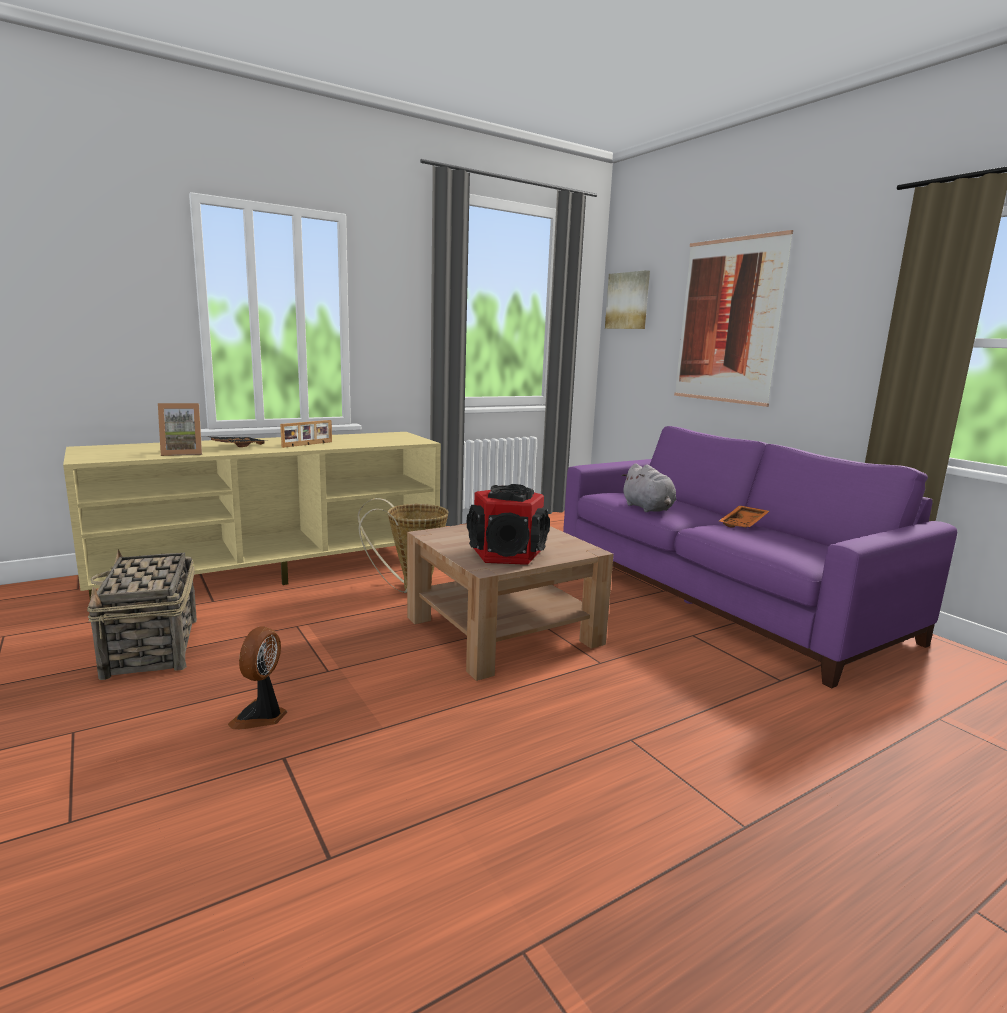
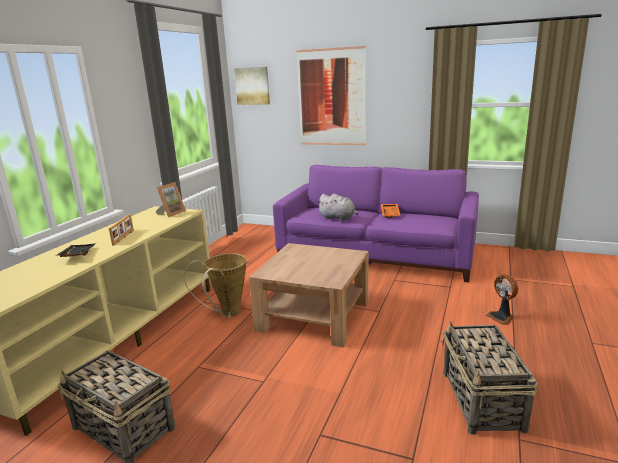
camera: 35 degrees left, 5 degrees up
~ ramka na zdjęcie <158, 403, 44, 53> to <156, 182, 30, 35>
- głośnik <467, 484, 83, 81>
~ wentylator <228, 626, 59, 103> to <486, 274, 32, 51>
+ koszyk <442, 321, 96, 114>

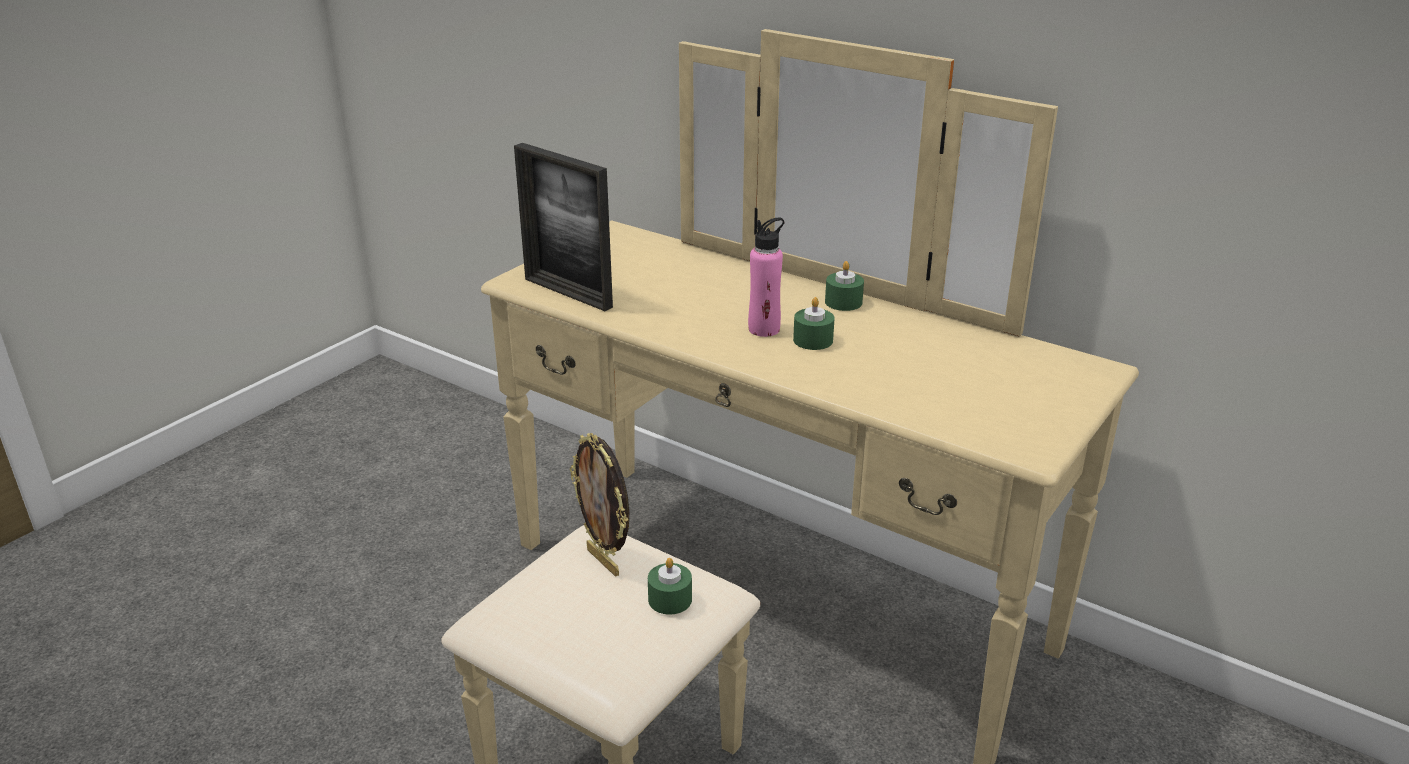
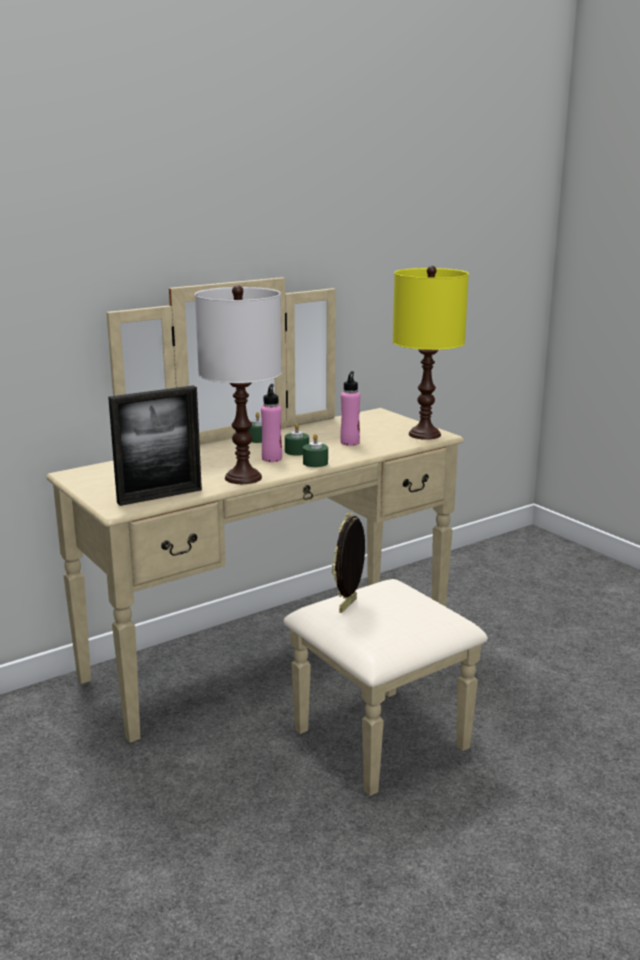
camera: 70 degrees left, 10 degrees down
~ ramka na zdjęcie <570, 433, 59, 144> = <332, 512, 33, 101> 135 degrees clockwise
~ świeca (zielony) <648, 558, 44, 57> to <303, 434, 25, 33>
+ lampa stołowa (żółty) <393, 266, 76, 174>
+ lampa stołowa (biały) <195, 285, 87, 199>
+ butelka (różowy) <340, 371, 20, 75>

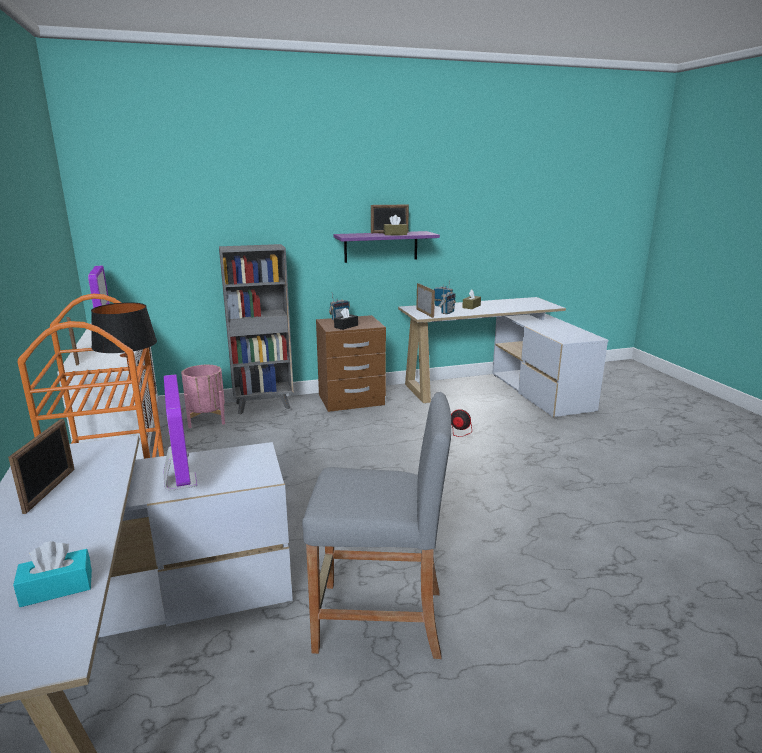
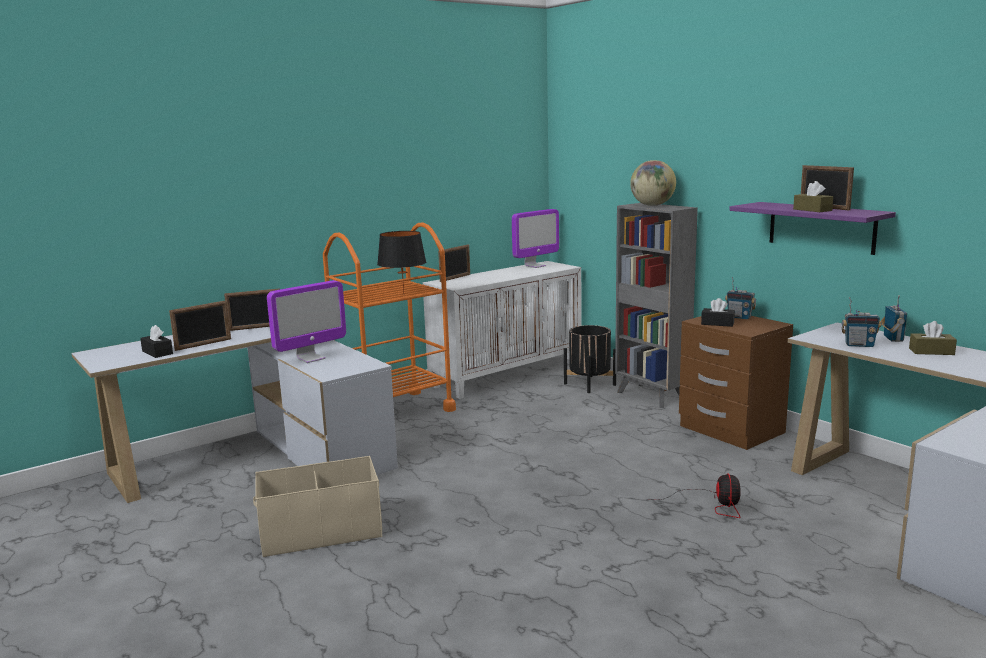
camera: 70 degrees right, 5 degrees down
~ ramka na zdjęcie <416, 283, 19, 35> to <169, 300, 62, 51>
~ donica (różowy) <181, 365, 44, 63> to donica (czarny) <564, 325, 52, 68>
~ stołek (szary) <302, 392, 149, 267> to pojemnik do przechowywania (beżowy) <253, 456, 129, 101>
~ pudełko chusteczek (turkusowy) <13, 541, 79, 66> to pudełko chusteczek (czarny) <140, 325, 33, 33>
+ globus <630, 160, 46, 46>

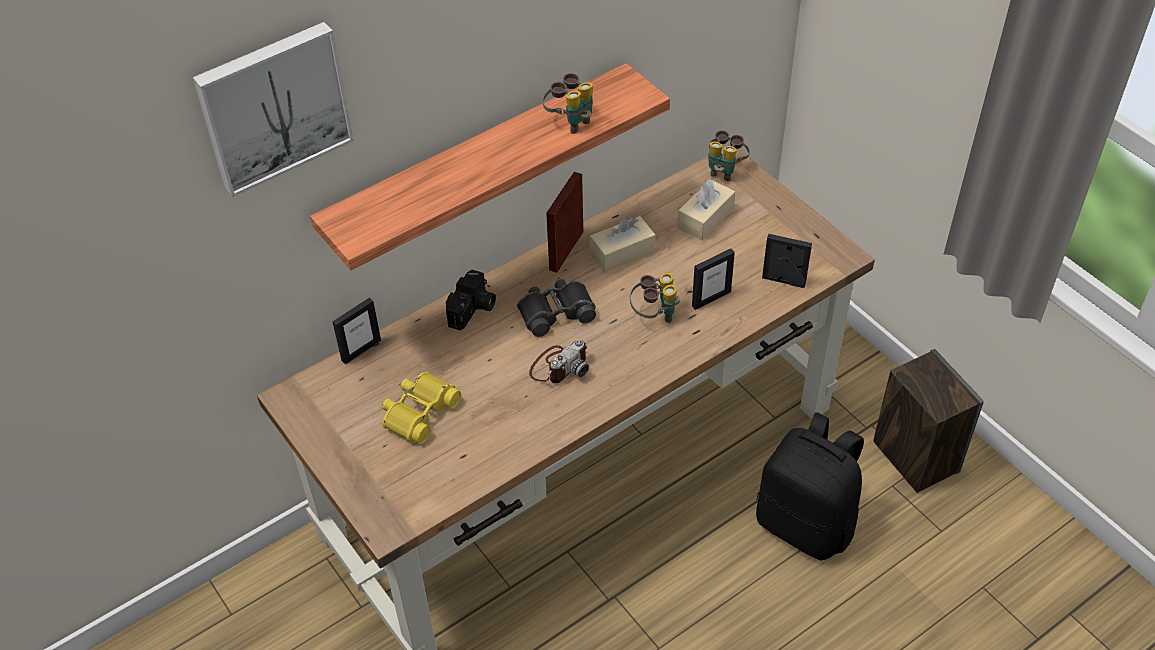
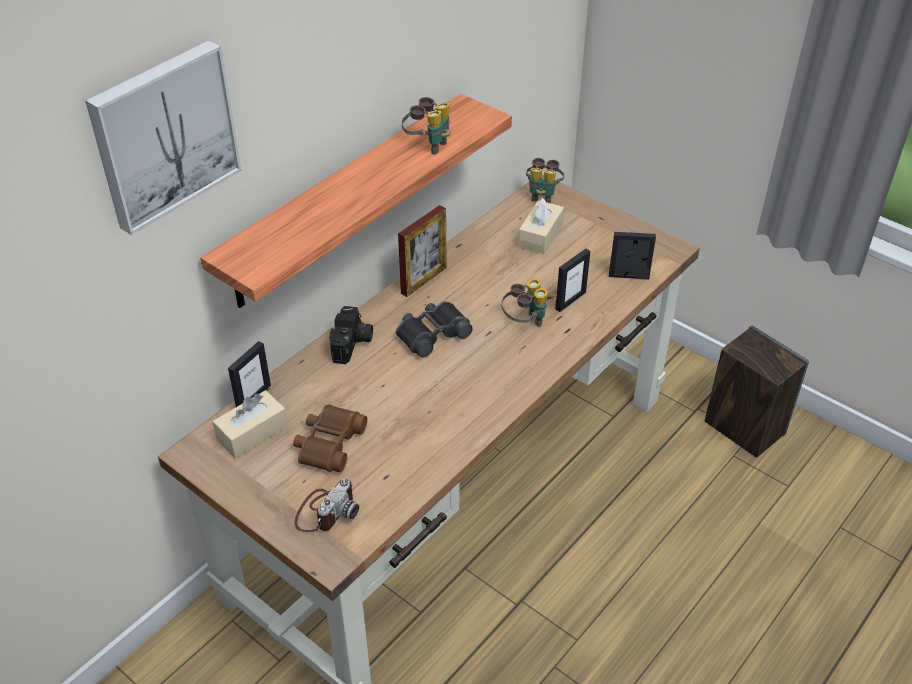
camera: 15 degrees left, 5 degrees down
~ ramka na zdjęcie <546, 172, 37, 101> = <398, 205, 49, 92> 150 degrees counterclockwise
~ pudełko chusteczek (beżowy) <590, 216, 65, 56> to <212, 390, 76, 68>
~ aparat fotograficzny <529, 340, 60, 43> to <295, 479, 64, 53>
~ lornetka (żółty) <382, 372, 79, 72> to lornetka (brązowy) <293, 405, 74, 67>
- plecak (czarny) <756, 412, 108, 148>

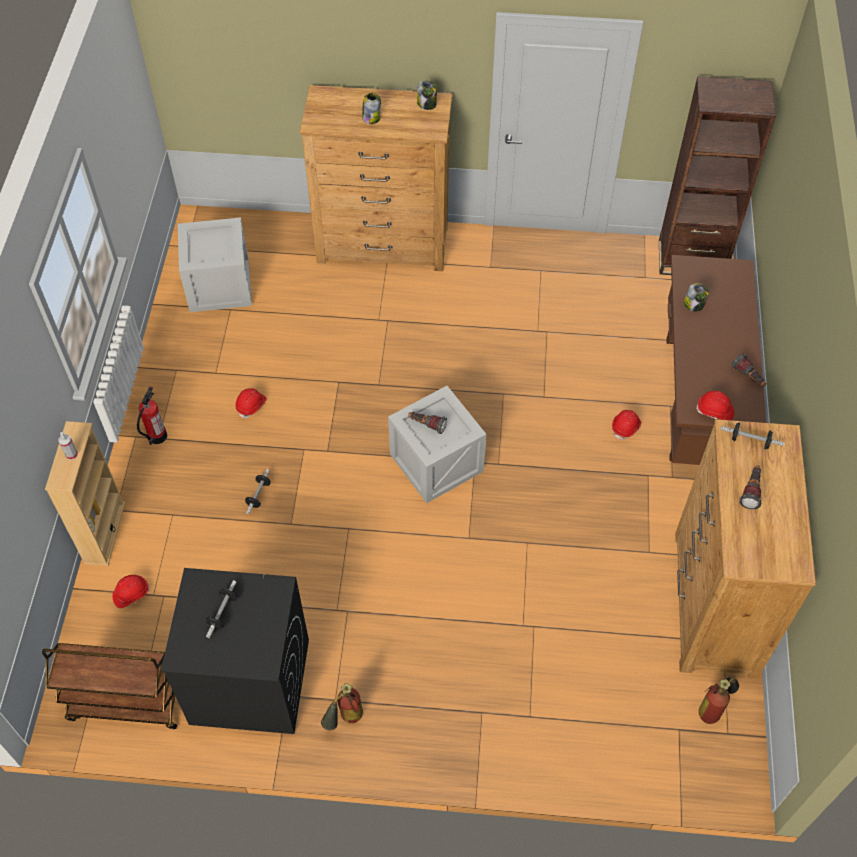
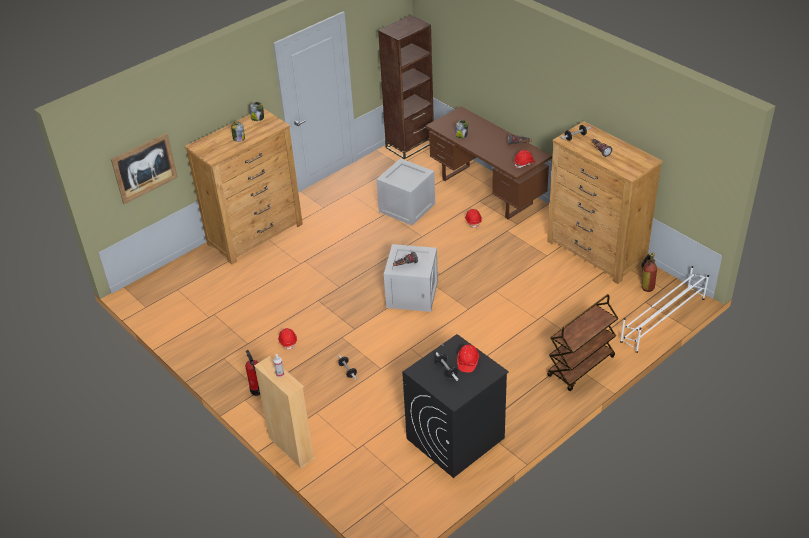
camera: 45 degrees left, 15 degrees down
~ skrzynka <178, 217, 74, 95> to <376, 158, 59, 67>
~ kask (czerwony) <112, 575, 37, 33> to <457, 345, 22, 28>
~ wózek (brązowy) <42, 643, 135, 86> to <547, 294, 71, 97>
- gaśnica <321, 683, 42, 48>
+ obraz <111, 133, 67, 71>
+ regał na buty (biały) <620, 266, 89, 87>

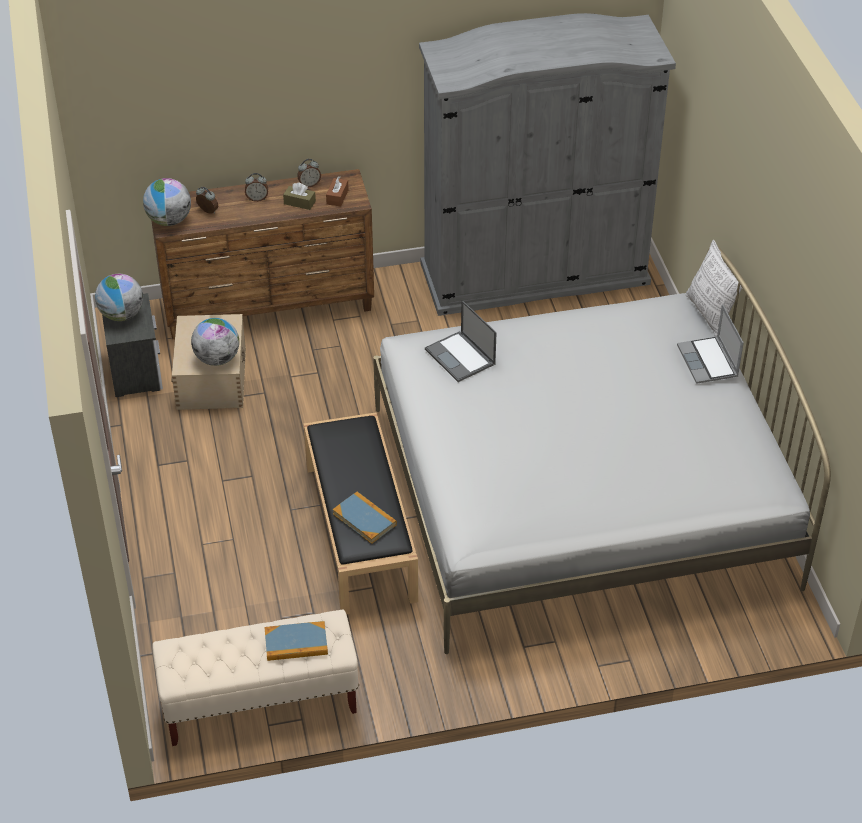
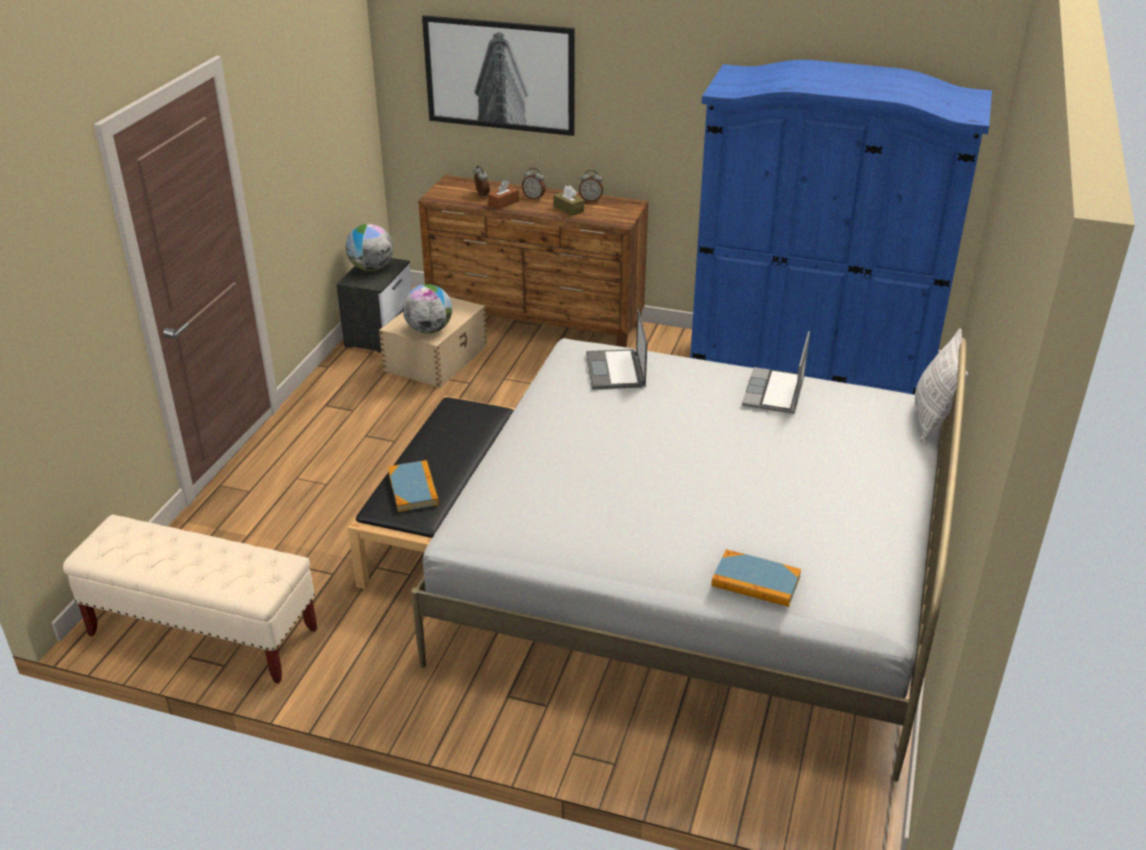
camera: 30 degrees right, 10 degrees down
~ szafa (szary) <419, 13, 257, 303> to szafa (niebieski) <690, 60, 302, 335>
~ pudełko chusteczek (brązowy) <326, 176, 23, 31> to <487, 180, 32, 30>
- globus <143, 178, 48, 48>
~ laptop <677, 304, 67, 80> to <742, 331, 68, 83>
~ książka <265, 621, 63, 40> to <711, 549, 90, 58>
+ obraz <422, 15, 153, 121>

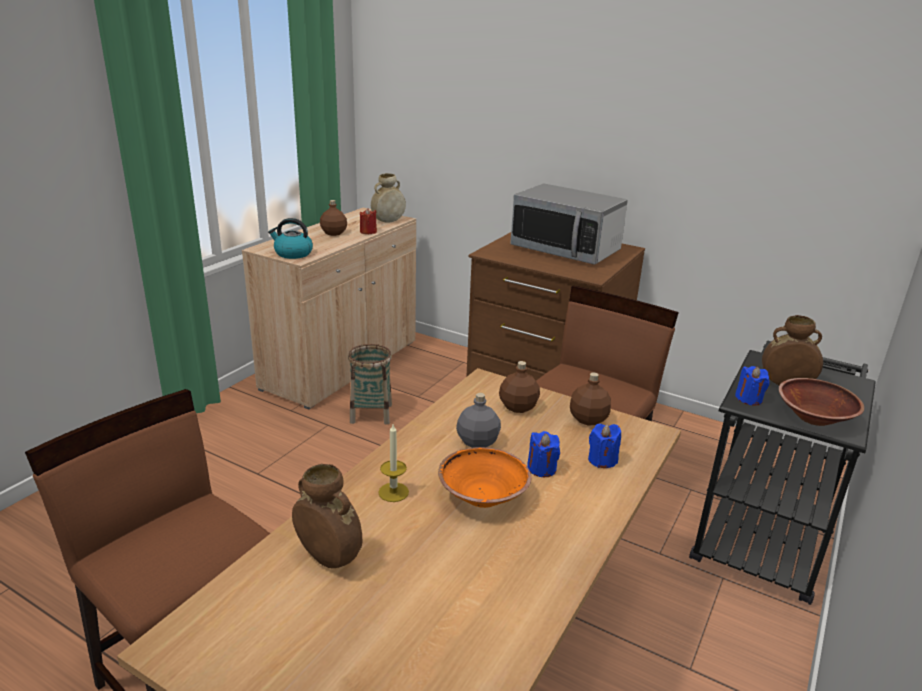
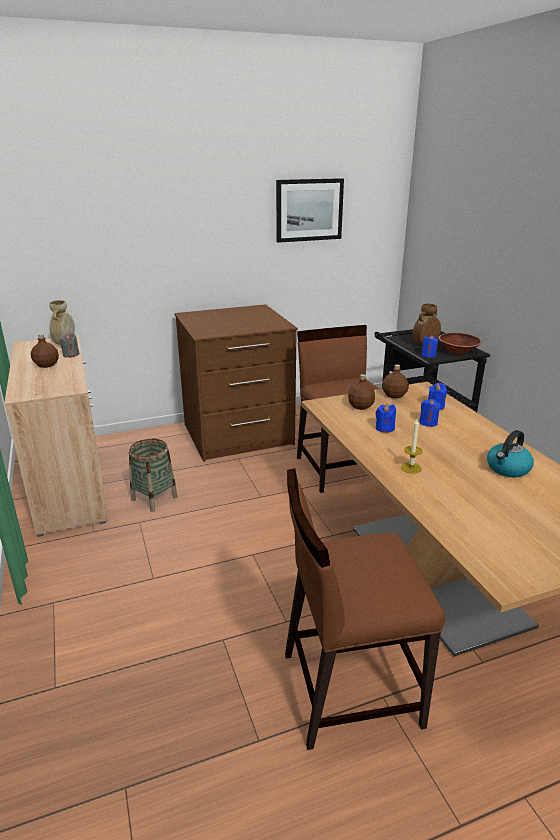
camera: 50 degrees left, 0 degrees up
- mikrofalówka <510, 183, 118, 82>
~ świeca (czerwony) <360, 208, 17, 26> to świeca (szary) <60, 333, 20, 25>
~ czajnik <268, 218, 45, 41> to <487, 430, 47, 48>
~ butelka (szary) <456, 393, 45, 55> to świeca (niebieski) <376, 404, 20, 29>
- miska (pomarańczowy) <438, 447, 93, 61>
- wazon (brązowy) <292, 464, 70, 104>
+ obraz <276, 178, 68, 65>

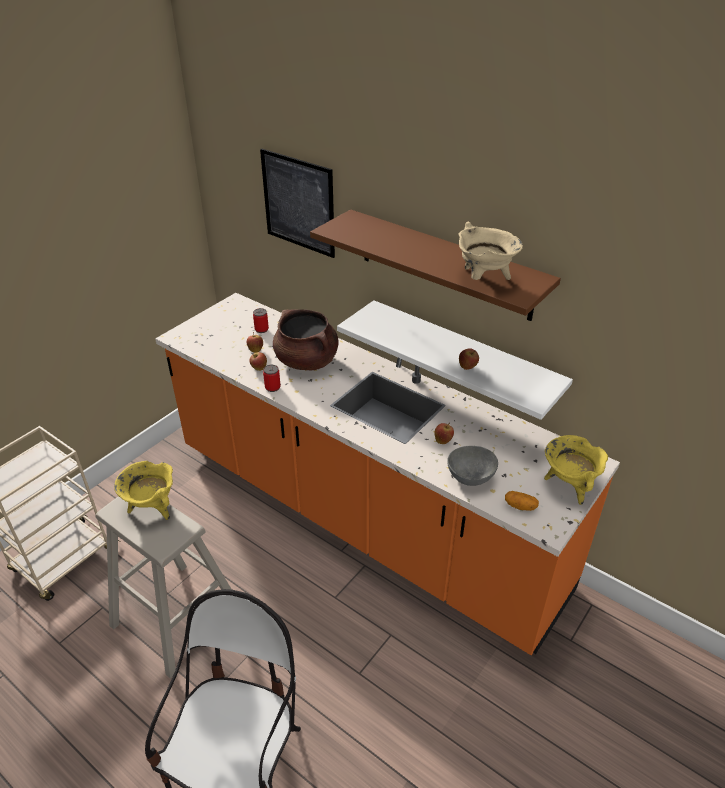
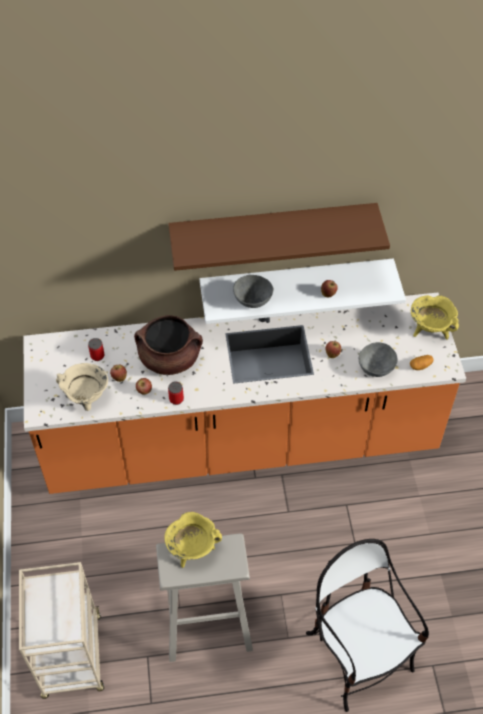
camera: 45 degrees left, 15 degrees up
- obraz <260, 148, 75, 110>
~ garnek (beżowy) <459, 222, 64, 58> to <56, 363, 52, 48>
+ miska (szary) <233, 275, 40, 33>

